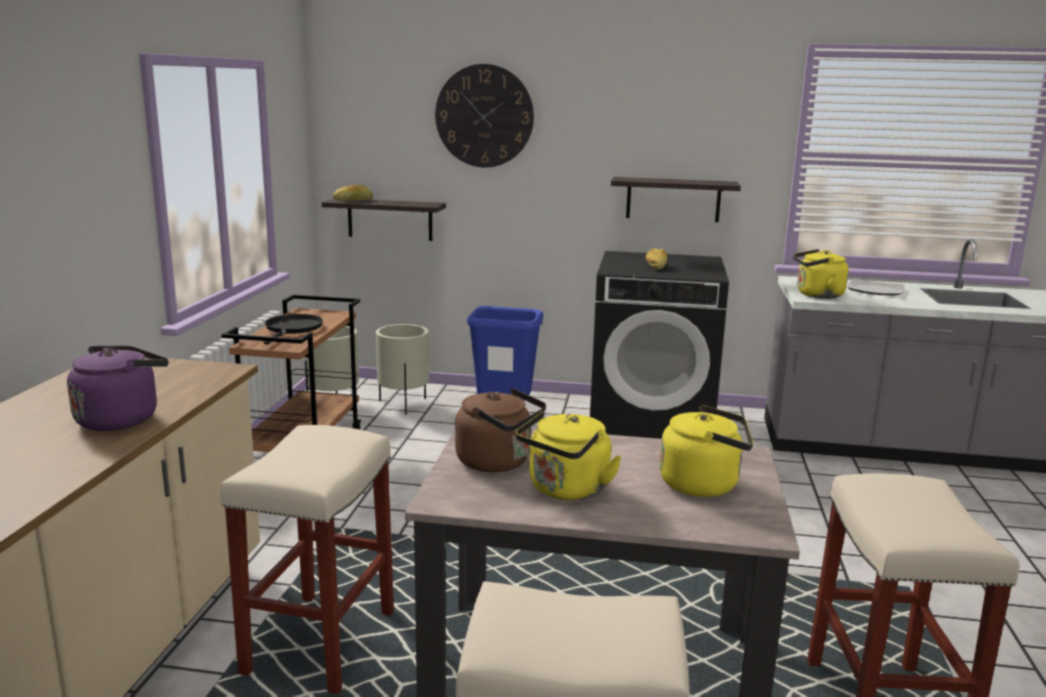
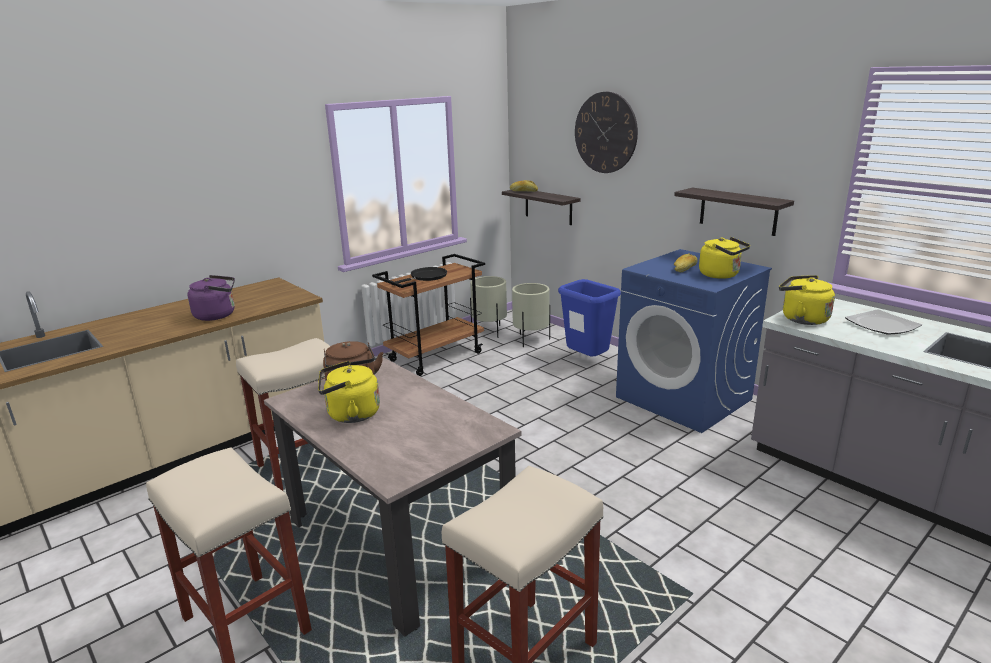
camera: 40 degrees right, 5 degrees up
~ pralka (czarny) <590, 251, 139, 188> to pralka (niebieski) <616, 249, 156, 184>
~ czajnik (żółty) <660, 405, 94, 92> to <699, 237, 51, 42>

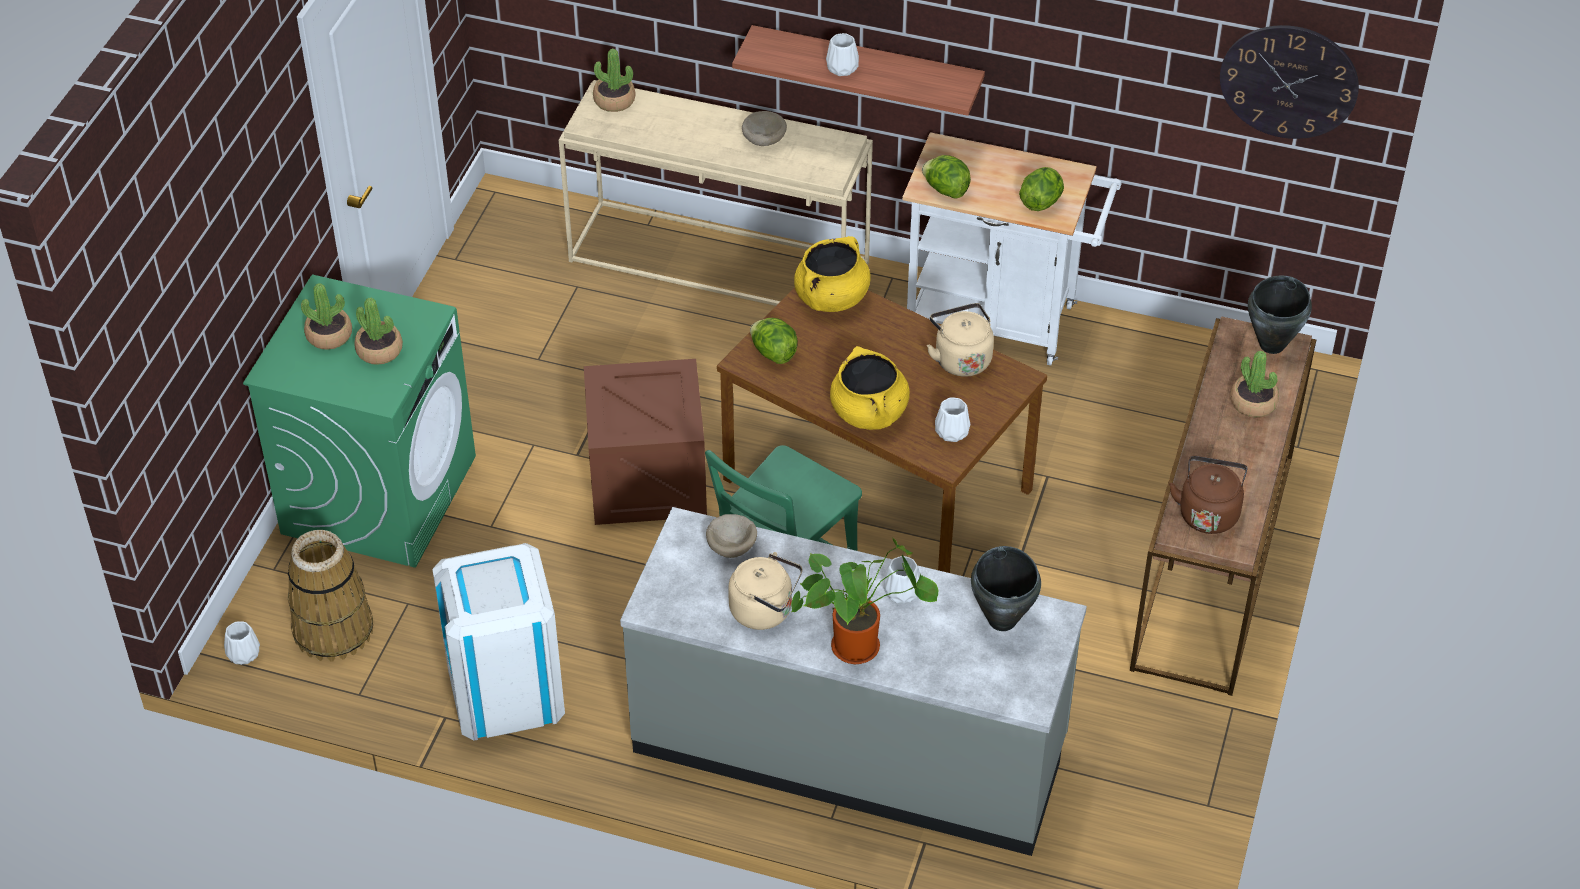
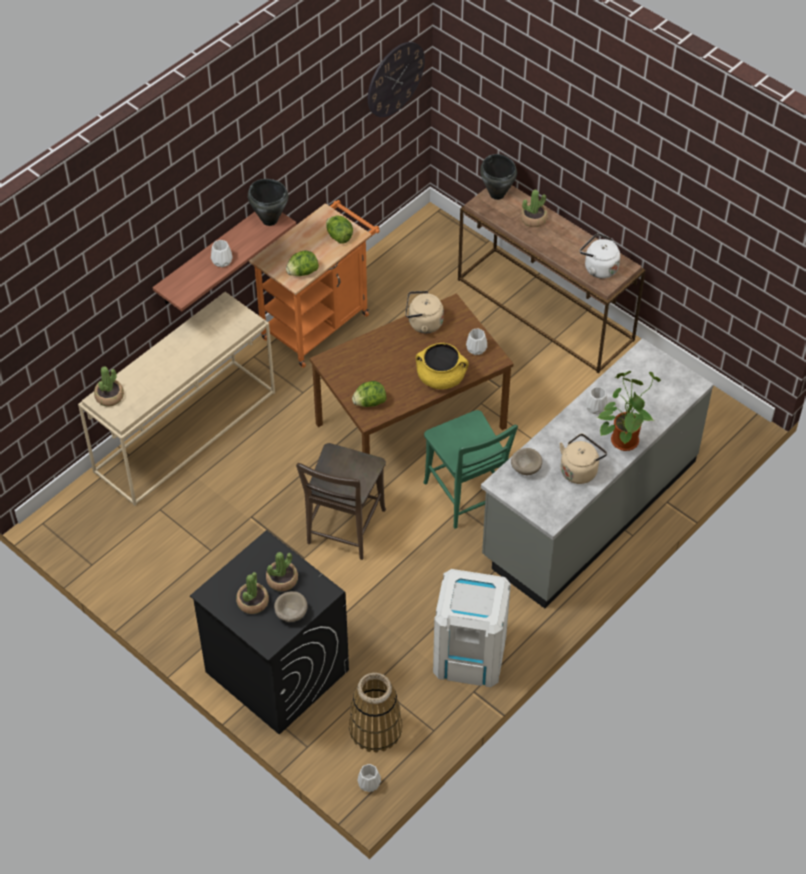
camera: 65 degrees left, 5 degrees up
~ miska (beżowy) <742, 111, 45, 35> to <274, 591, 33, 31>
~ wózek (biały) <902, 132, 219, 234> to wózek (pomarańczowy) <249, 200, 131, 168>
- garnek (żółty) <794, 236, 77, 76>
~ pralka (zielony) <243, 274, 233, 294> to pralka (czarny) <190, 530, 159, 205>
~ skrzynka <584, 359, 123, 166> to krzesło (brązowy) <296, 443, 90, 117>
~ czajnik (brązowy) <1169, 456, 78, 78> to czajnik (biały) <580, 233, 40, 45>
~ garnek (czarny) <971, 546, 70, 85> to <248, 179, 40, 47>

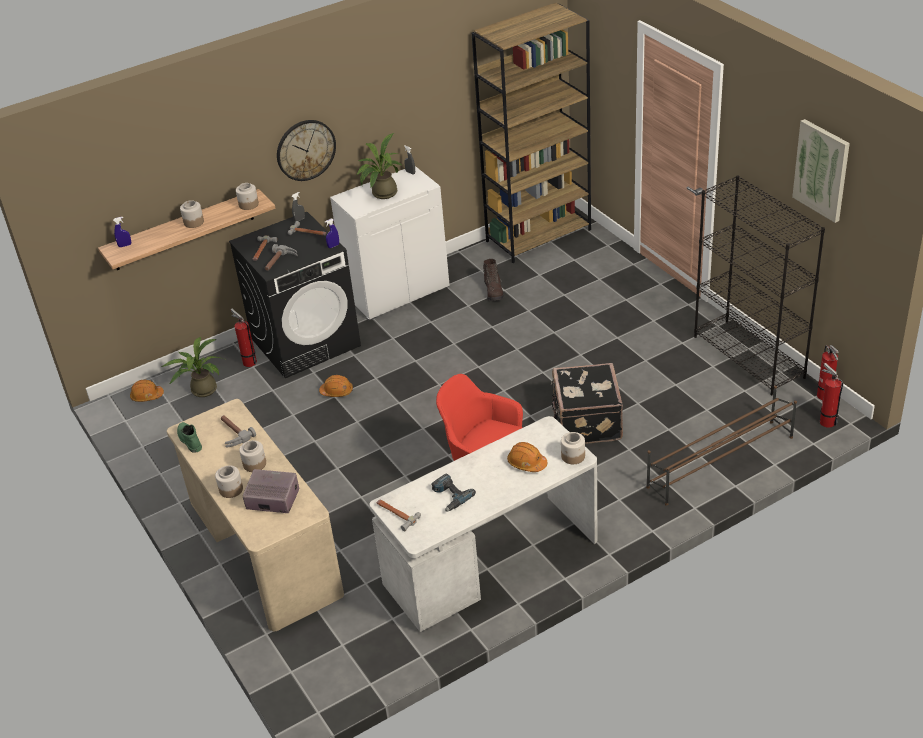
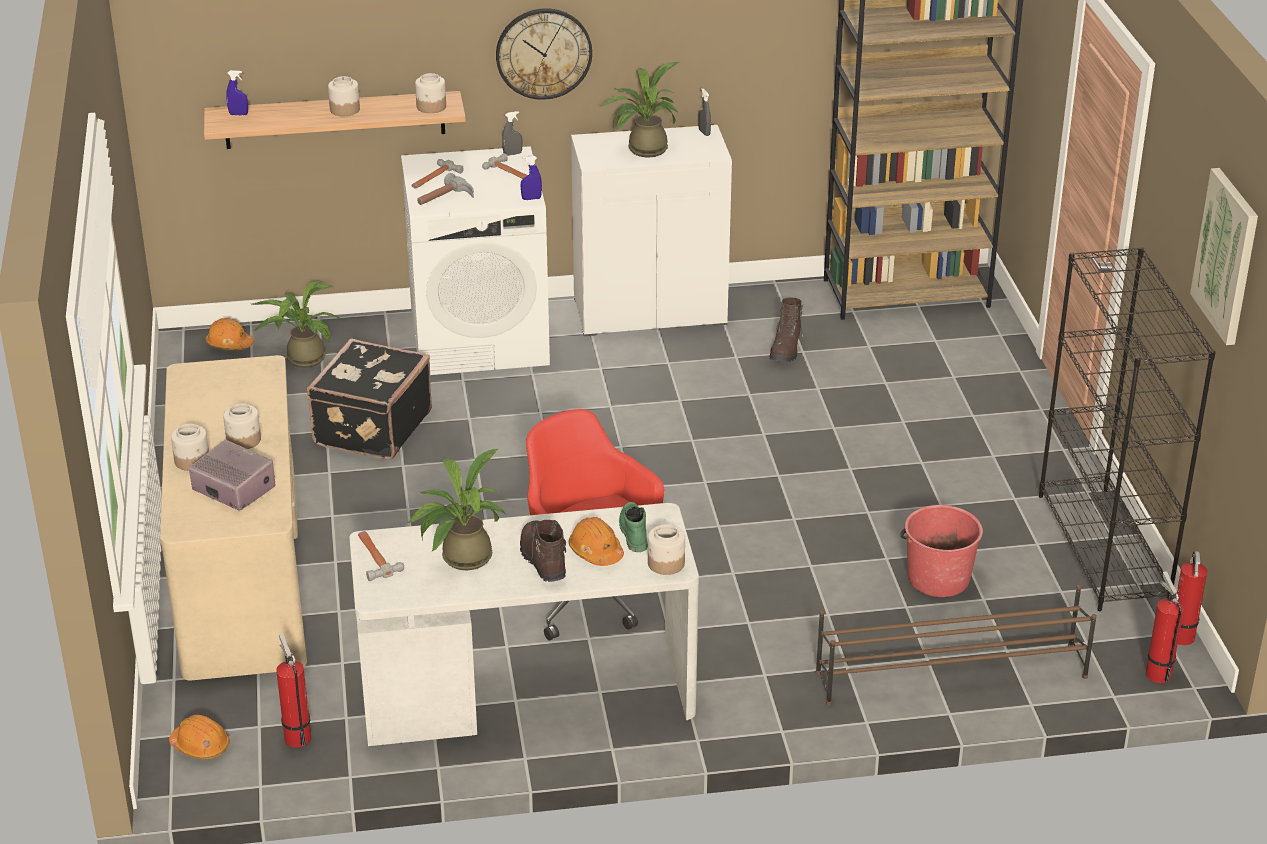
camera: 20 degrees right, 5 degrees down
~ pralka (czarny) <229, 212, 132, 166> to pralka (biały) <401, 146, 149, 229>
~ gaśnica <231, 309, 26, 58> to <276, 633, 35, 115>
~ walizka (czarny) <551, 363, 72, 80> to <307, 338, 125, 122>
~ kask (pomarańczowy) <319, 375, 34, 22> to <169, 715, 61, 44>
- młotek <221, 415, 35, 33>
~ but z cholewką (zielony) <177, 422, 25, 30> to <619, 502, 29, 50>
~ wiertarka <431, 474, 45, 38> to roślina doniczkowa <407, 449, 98, 121>
+ wiadro (czerwony) <901, 505, 82, 92>
+ but z cholewką (brązowy) <520, 520, 46, 62>

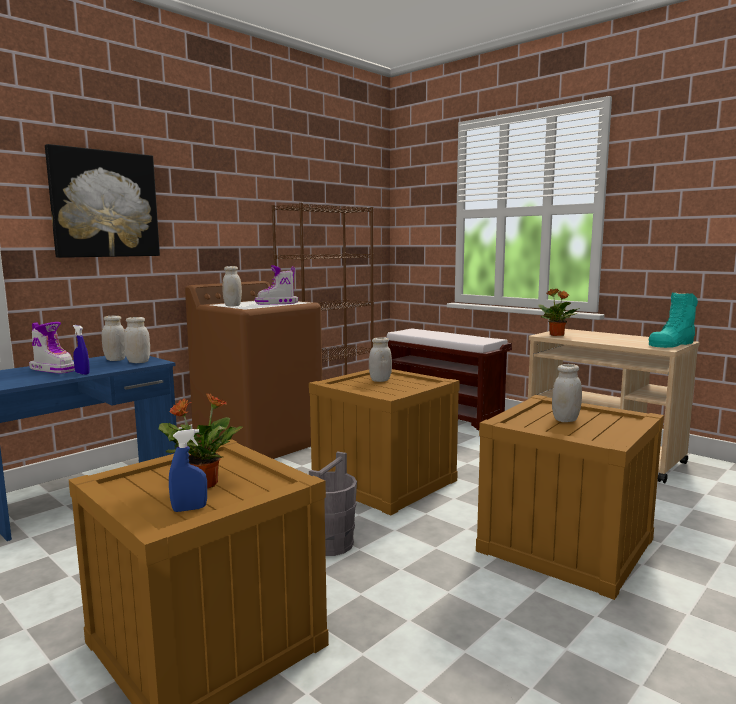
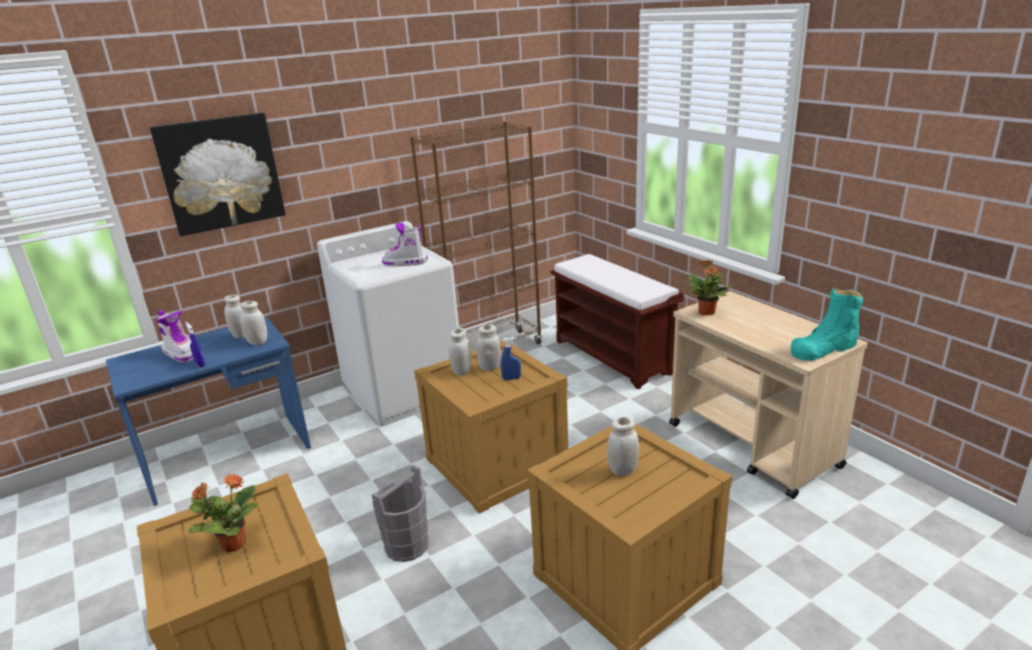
camera: 15 degrees right, 15 degrees up
~ słoik (biały) <222, 266, 20, 41> to <449, 328, 23, 48>
~ pralka (brązowy) <185, 281, 137, 178> to pralka (biały) <317, 221, 142, 206>
~ spryskiwacz (niebieski) <169, 429, 38, 83> to <501, 337, 20, 43>

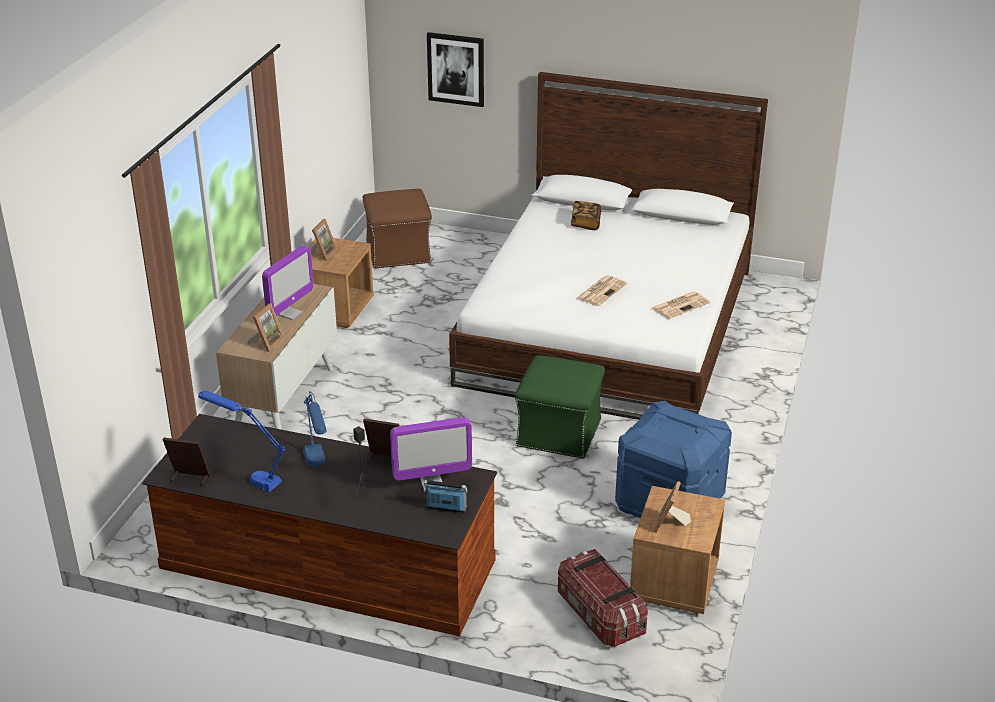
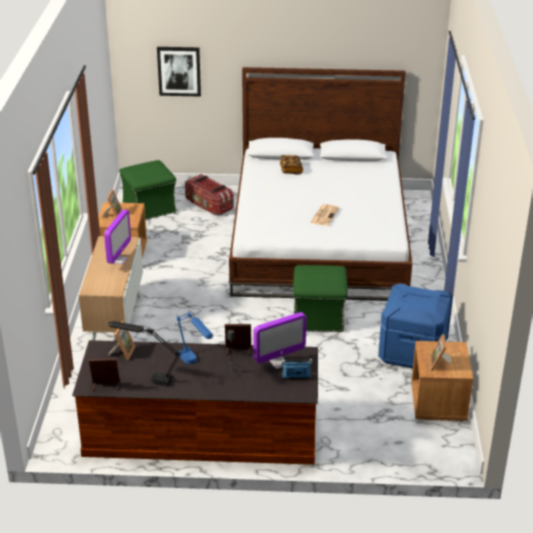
camera: 15 degrees left, 0 degrees up
~ pufa (brązowy) <363, 189, 69, 80> to pufa (zielony) <119, 160, 58, 60>
- gazeta <652, 291, 58, 28>
~ ramka na zdjęcie <248, 303, 37, 49> to <108, 321, 27, 39>
~ lampa stołowa (niebieski) <198, 391, 87, 101> to lampa stołowa (czarny) <108, 321, 73, 66>
~ pojemnik do przechowywania <558, 549, 90, 98> to <185, 174, 49, 41>

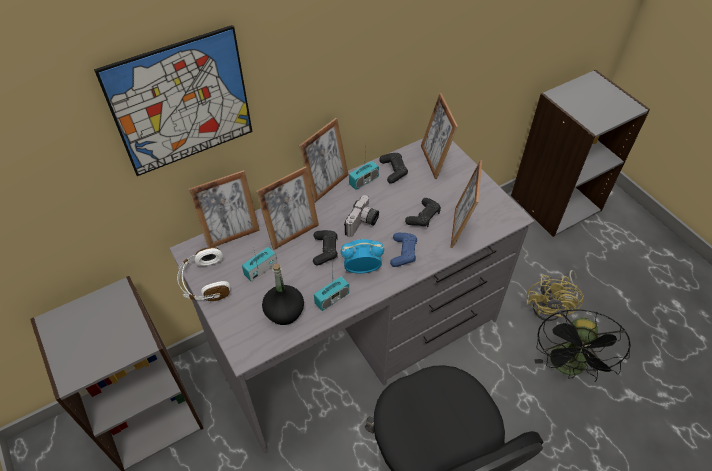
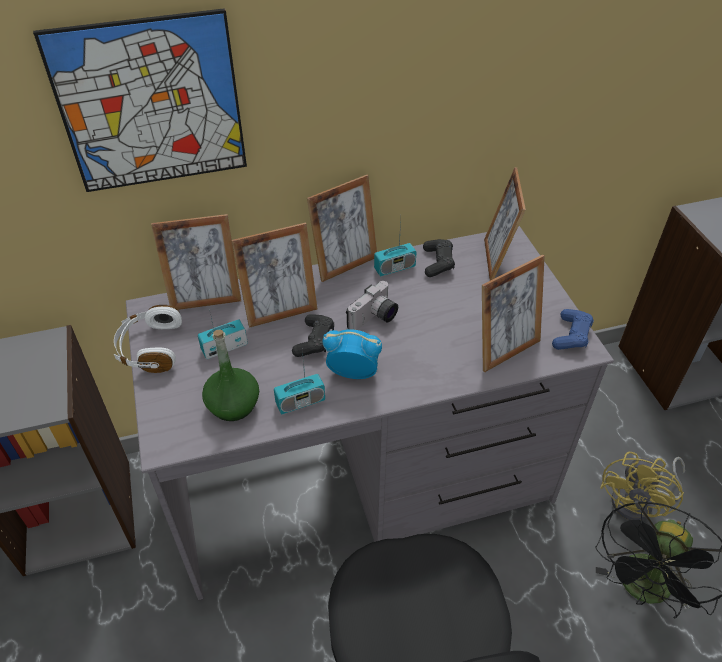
camera: 15 degrees right, 5 degrees down
~ ramka na zdjęcie <450, 160, 32, 88> = <482, 255, 63, 117> 150 degrees counterclockwise
- pad do gier (czarny) <405, 198, 36, 29>
~ pad do gier (niebieski) <390, 233, 27, 34> to <552, 309, 42, 41>
~ butelka (czarny) <262, 264, 42, 61> to butelka (zielony) <202, 329, 57, 92>

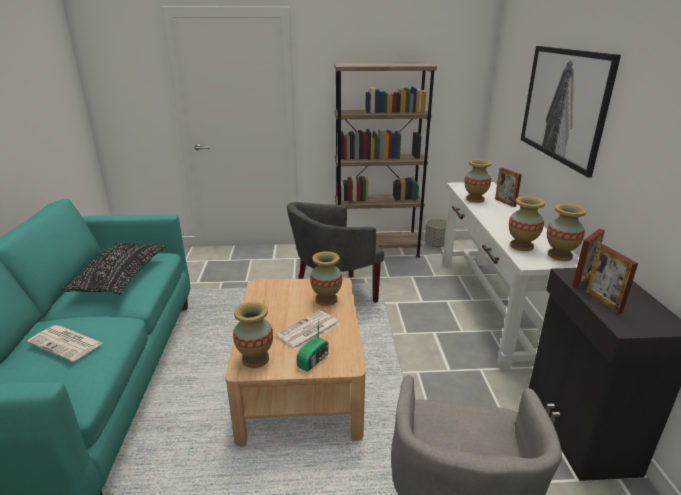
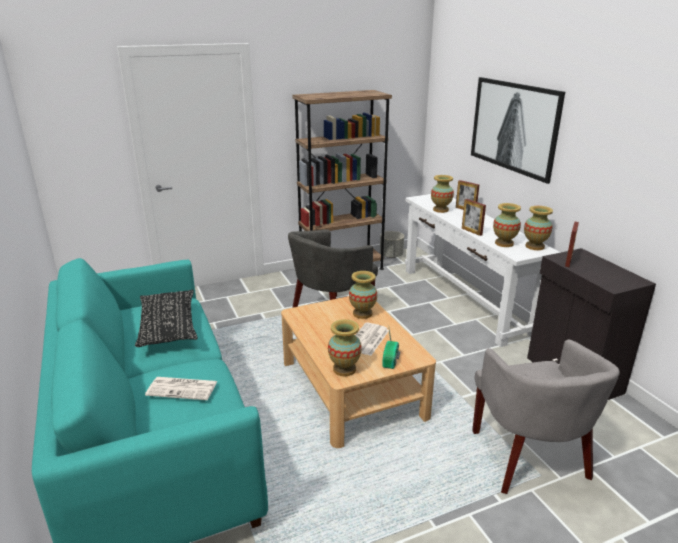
camera: 20 degrees left, 0 degrees up
~ ramka na zdjęcie <586, 244, 52, 70> to <462, 199, 24, 37>

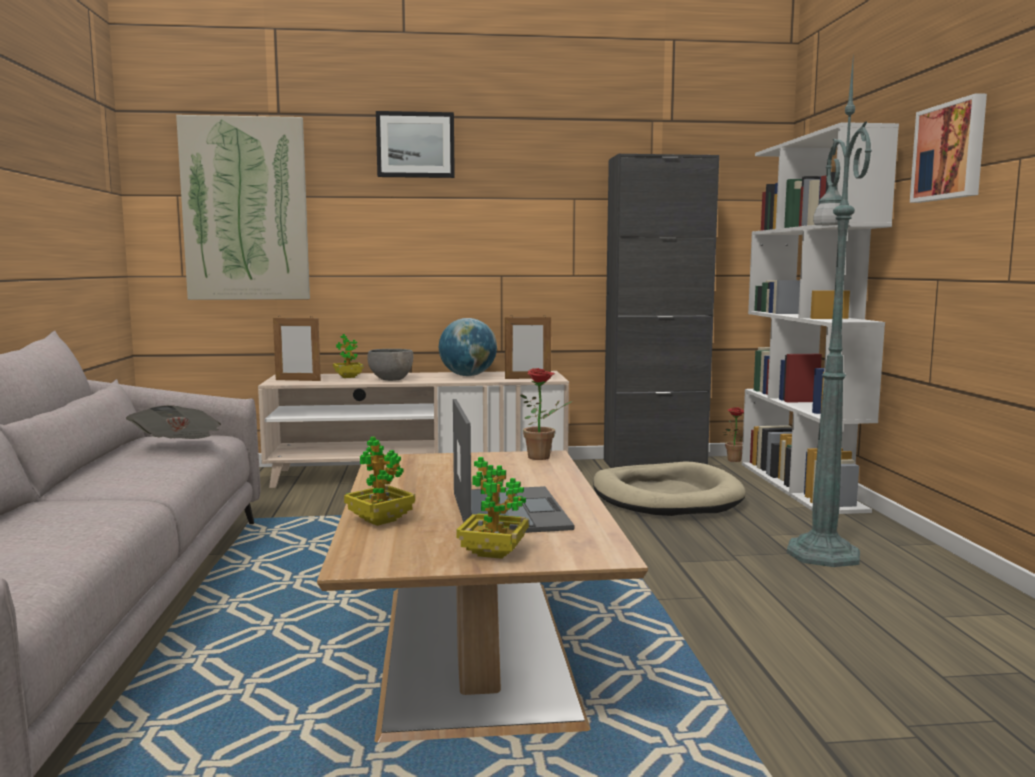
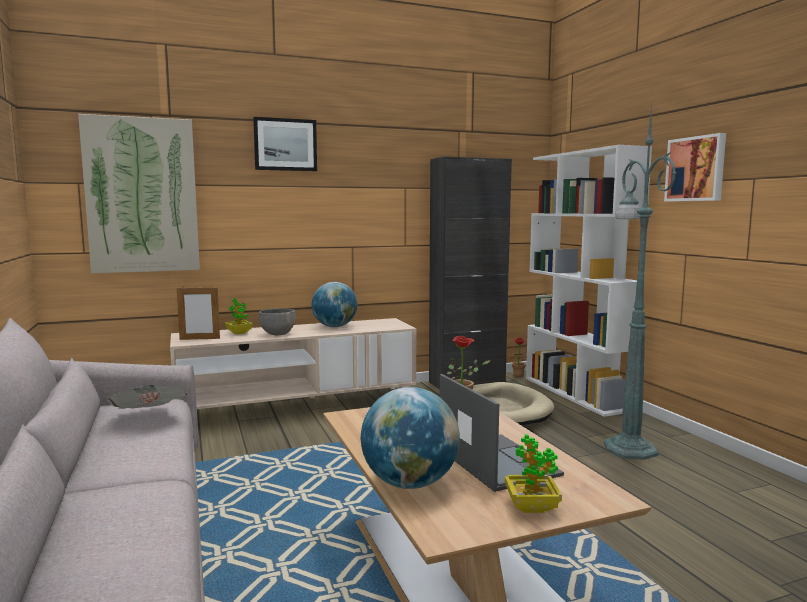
camera: 15 degrees left, 0 degrees up
- ramka na zdjęcie <505, 315, 46, 64>
~ roślina doniczkowa <344, 437, 71, 89> to globus <361, 387, 99, 102>

